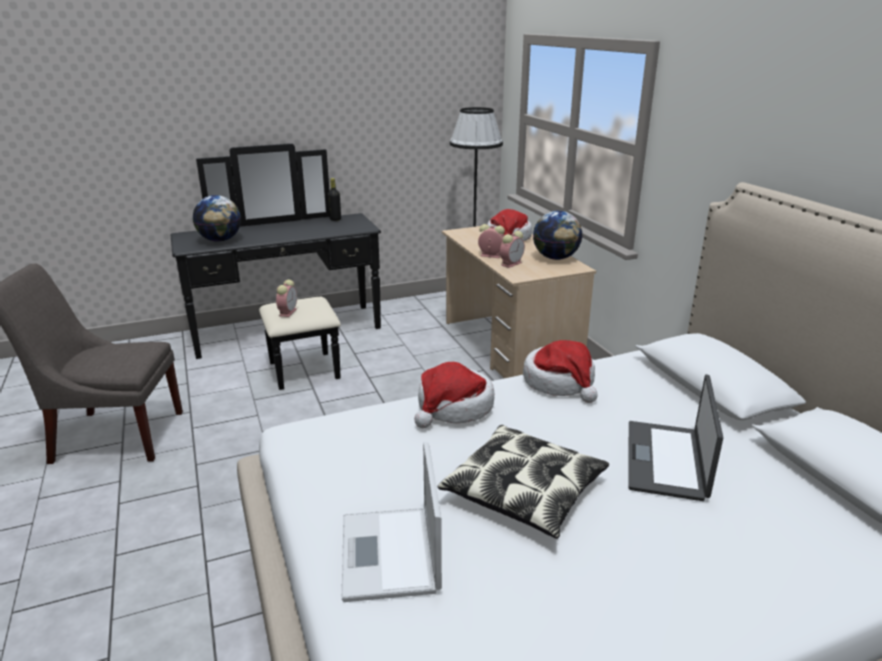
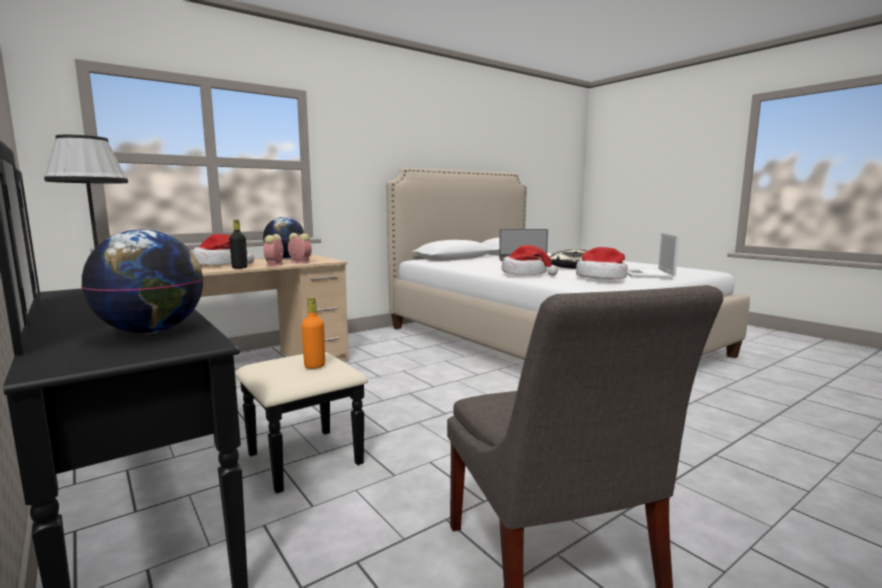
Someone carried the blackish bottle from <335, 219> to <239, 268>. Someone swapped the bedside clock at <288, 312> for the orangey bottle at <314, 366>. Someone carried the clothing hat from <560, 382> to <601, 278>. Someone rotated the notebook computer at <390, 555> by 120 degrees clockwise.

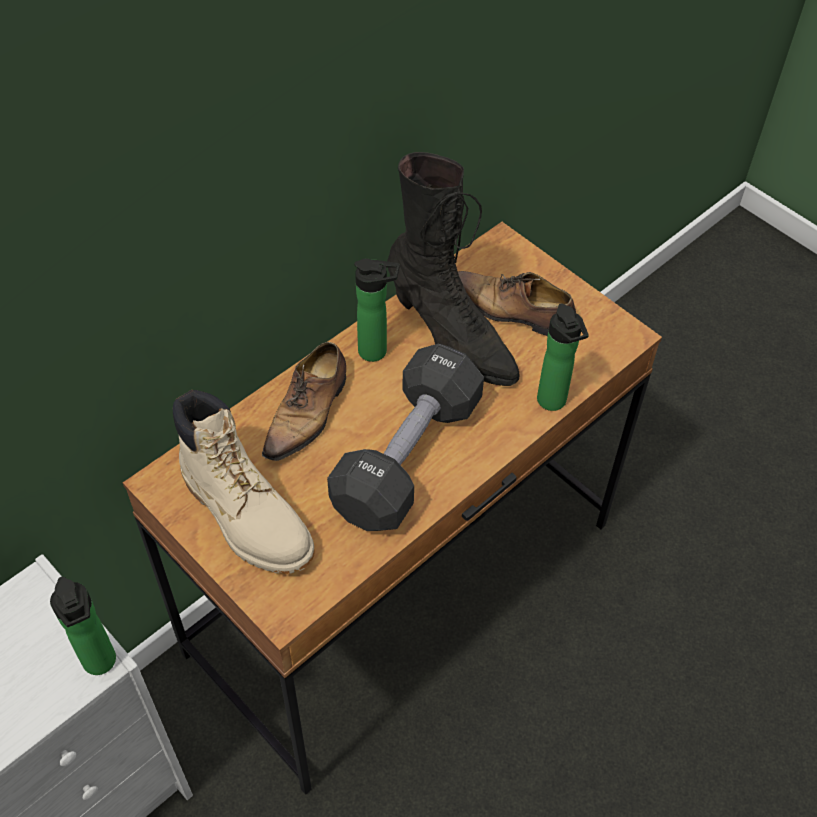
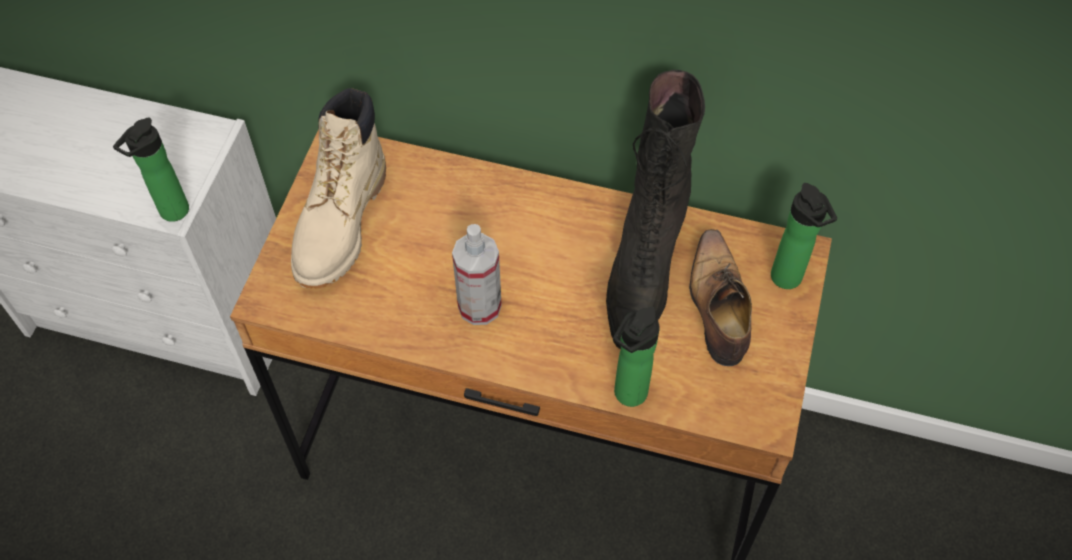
Someone carried the bottle from <377, 351> to <788, 280>. Someone took away the shoe at <308, 413>. Someone swapped the blackish free weight at <407, 457> for the hand sprayer at <479, 306>.

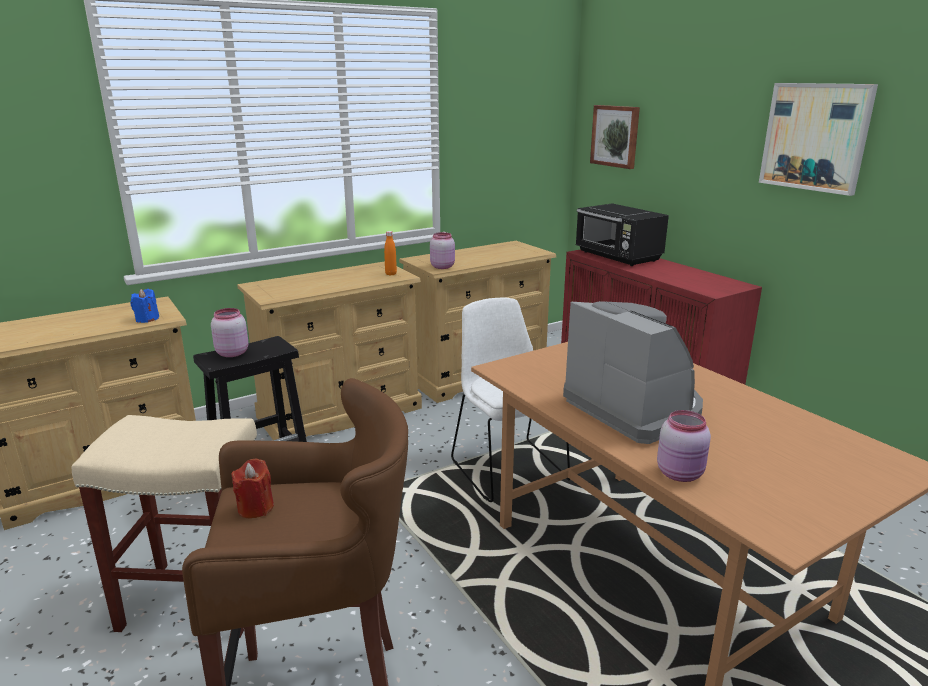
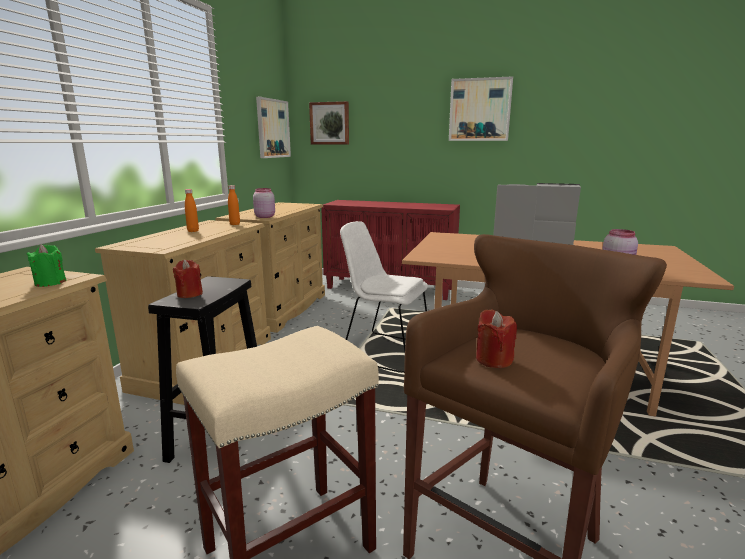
Someone took away the blackish microwave oven at <618, 257>. Someone repainted the blue wax light at <147, 319>, which became the greenish wax light at <50, 283>. Someone swapped the pink jar at <232, 353> for the red-coloured wax light at <189, 294>. Someone put up the picture at <272, 128>. Someone put down the orangey bottle at <193, 231>.

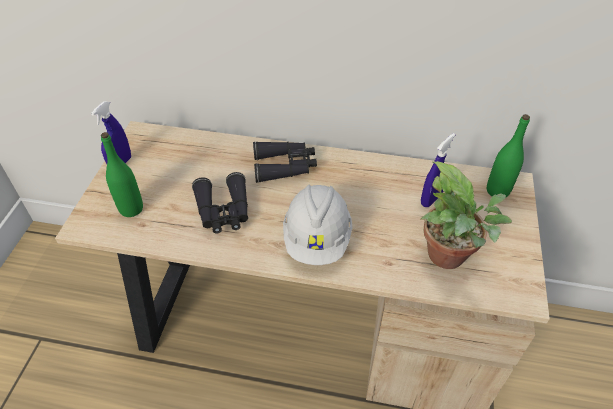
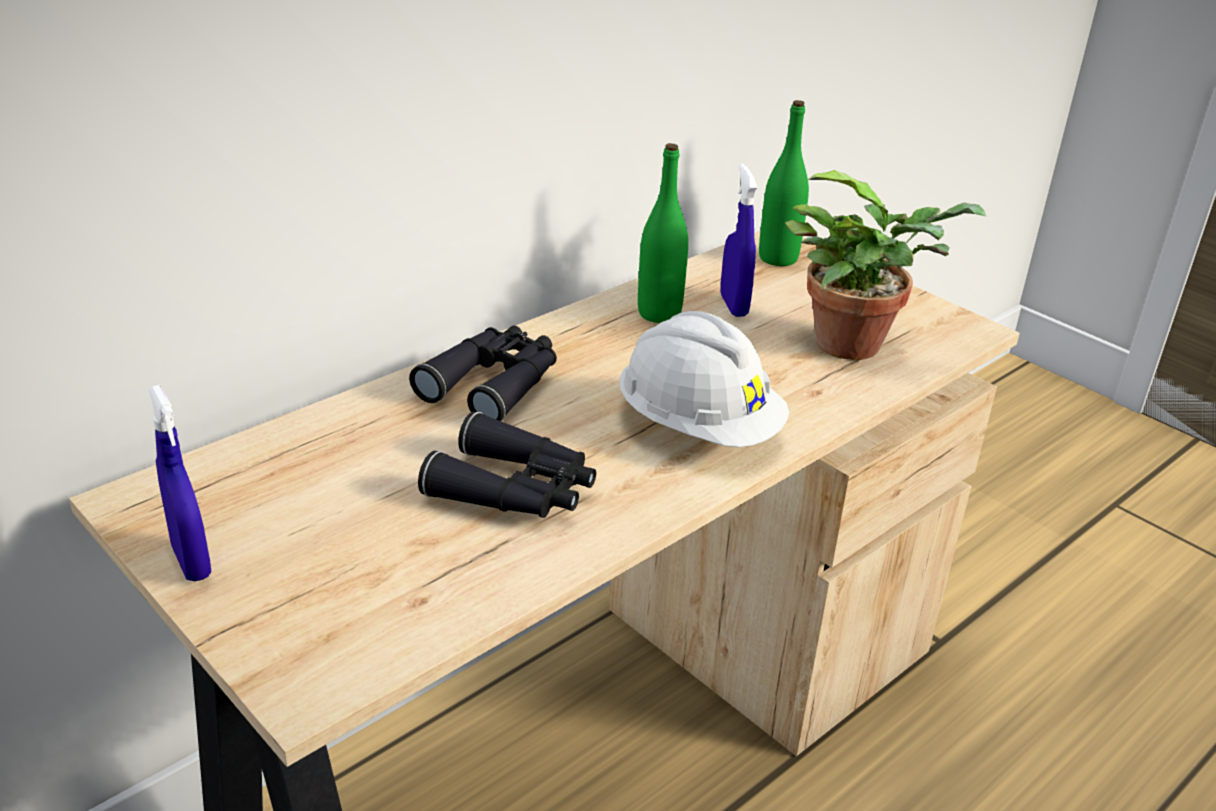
Someone carried the greenish bottle from <131, 209> to <659, 313>.

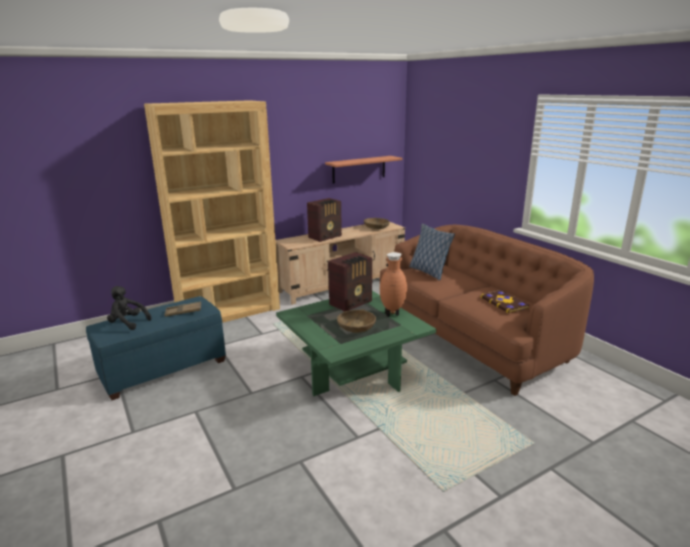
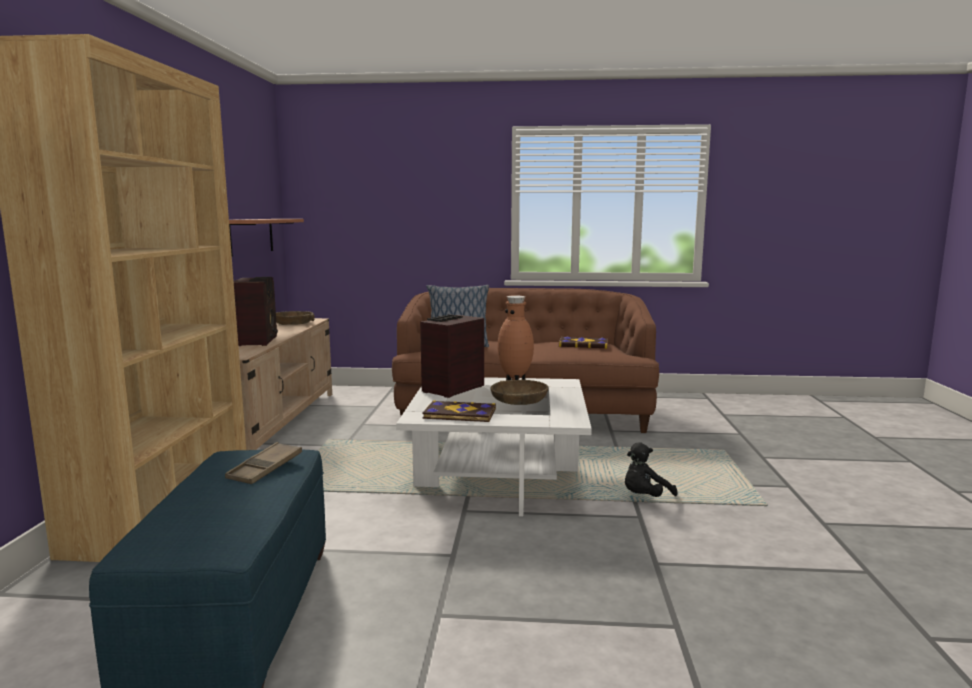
Someone rotated the radio set at <352, 303> by 135 degrees counterclockwise. Someone carried the blackish plush toy from <127, 323> to <645, 497>. Someone repainted the greenish lounge table at <353, 370>, which became the white-coloured lounge table at <498, 478>. Someone put down the volume at <459, 414>.

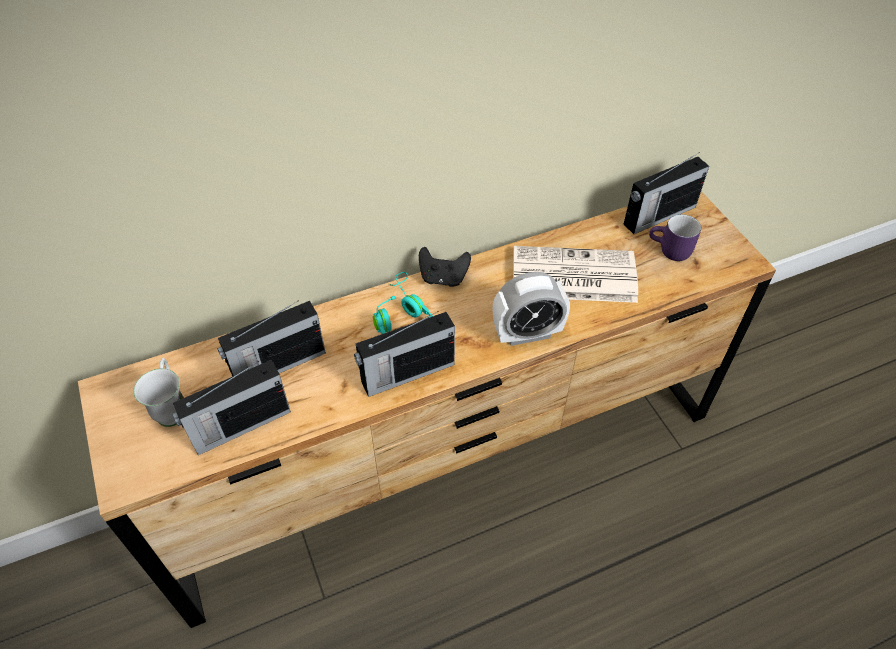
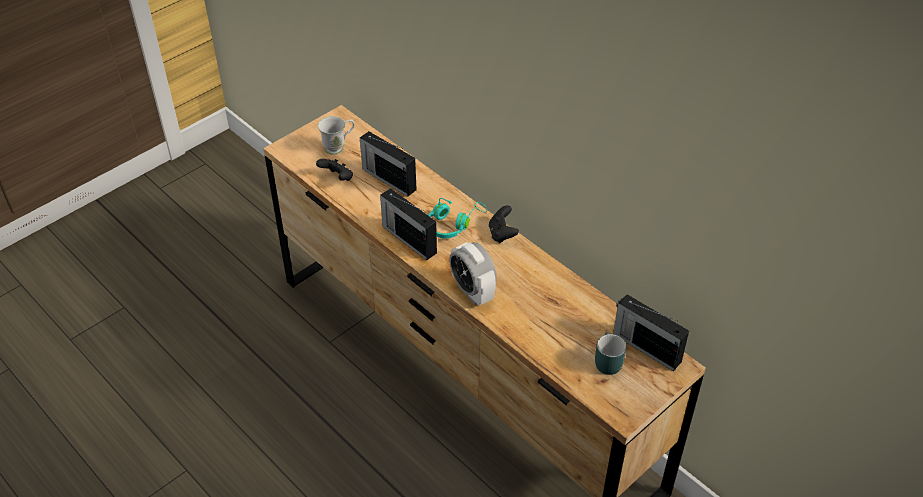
Someone repainted the purplish tea mug at <670, 251>, which became the turquoise tea mug at <605, 361>. Someone took away the newspaper at <571, 276>. Someone swapped the radio set at <239, 426> for the blackish joypad at <337, 178>.

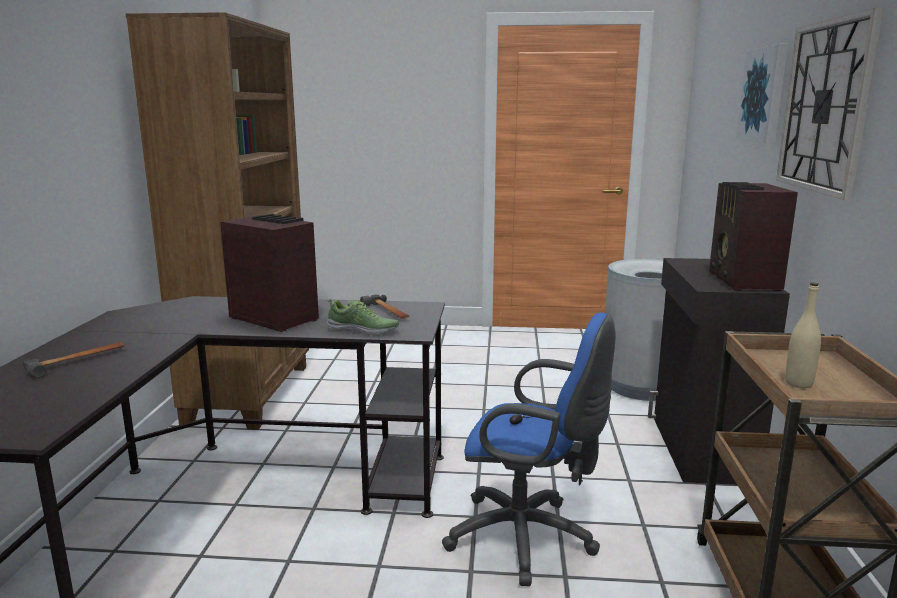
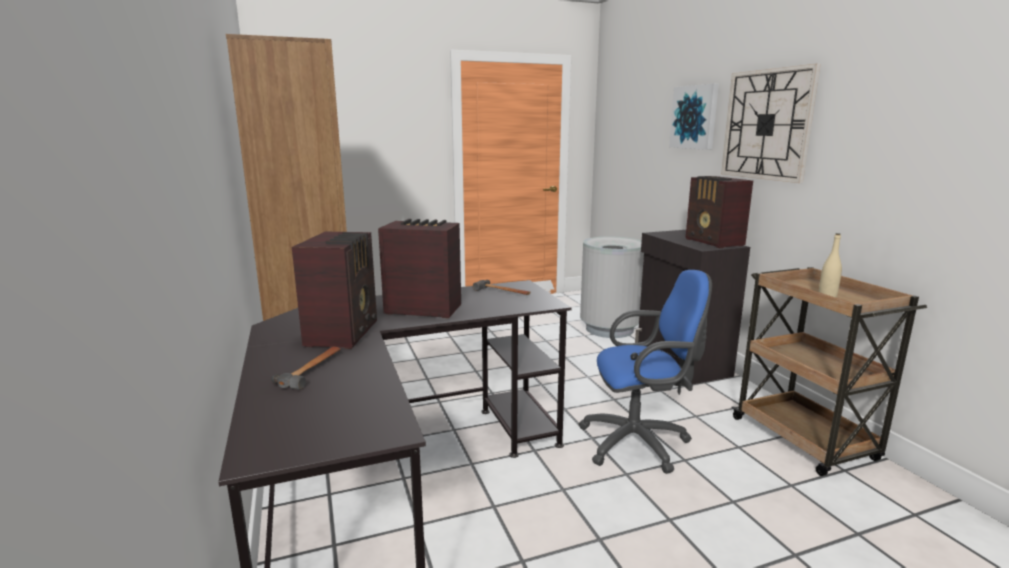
Someone took away the shoe at <363, 330>. Someone put down the radio set at <344, 333>.

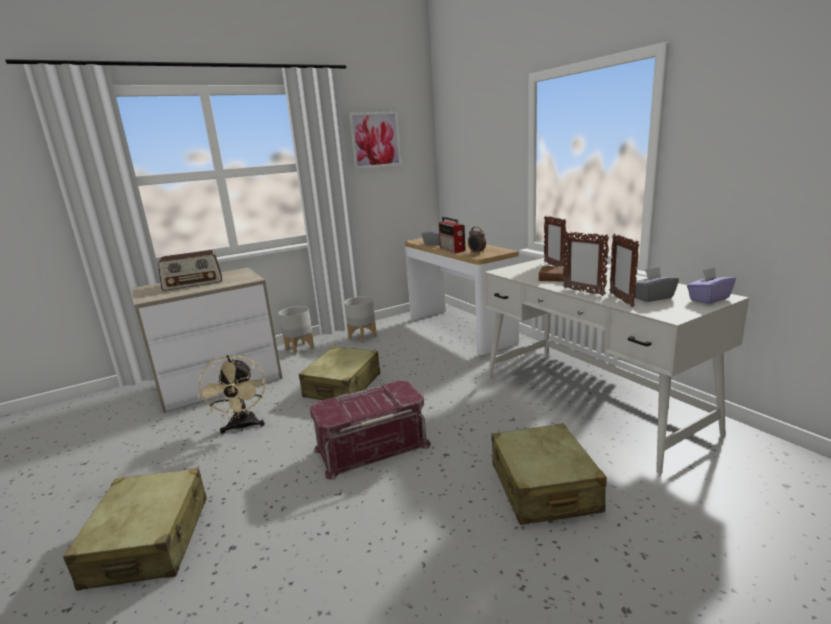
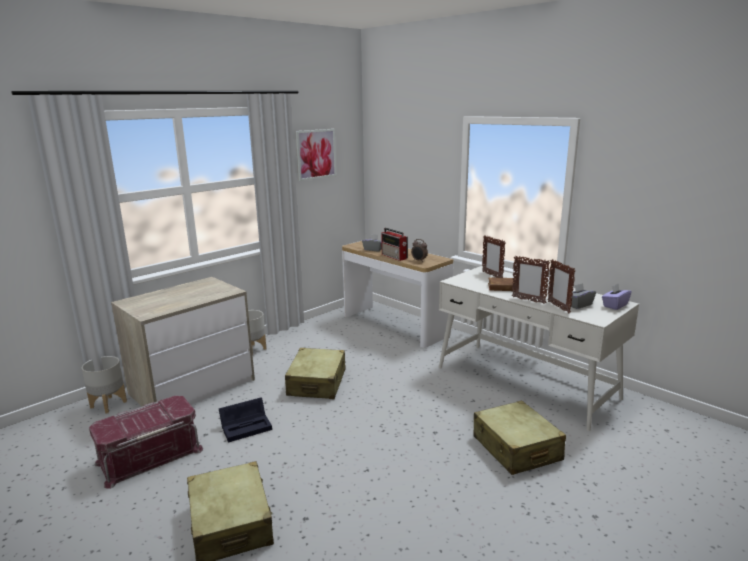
Someone took away the radio set at <193, 283>. Someone carried the grey planter from <363, 337> to <109, 404>. Someone swapped the beige electric fan at <243, 427> for the blackish storage box at <247, 426>. Someone carried the red-coloured storage box from <371, 446> to <149, 455>.

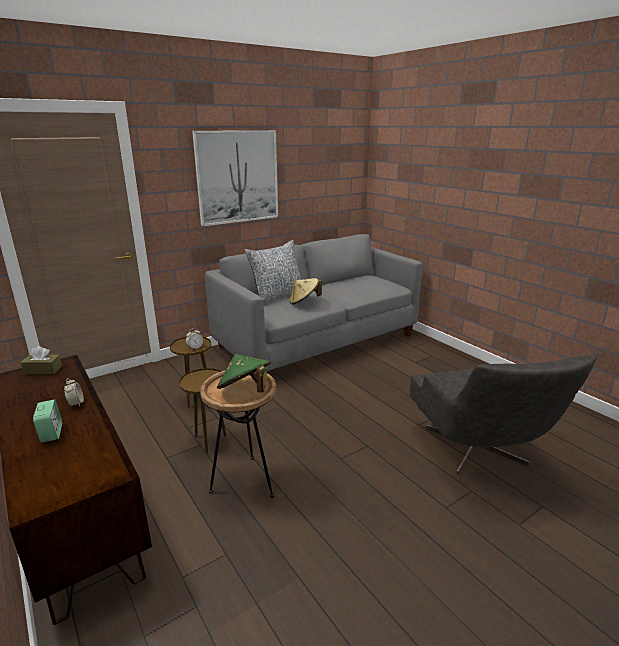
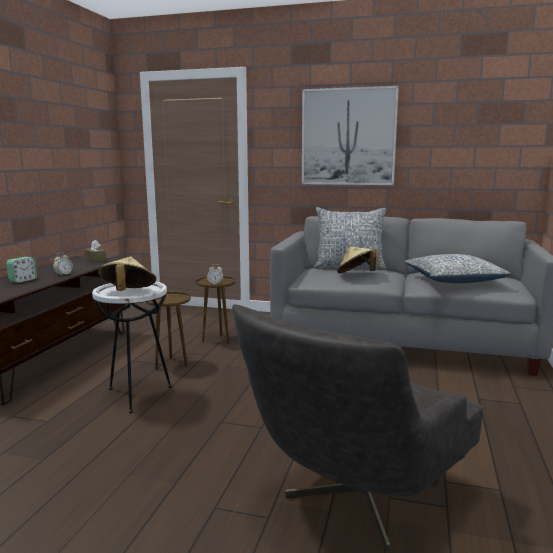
Someone repainted the greenish clothing hat at <245, 391>, which became the beige clothing hat at <128, 293>. Someone repainted the brown accent table at <245, 481>, which became the white-coloured accent table at <137, 395>. Someone put down the cushion at <454, 280>.

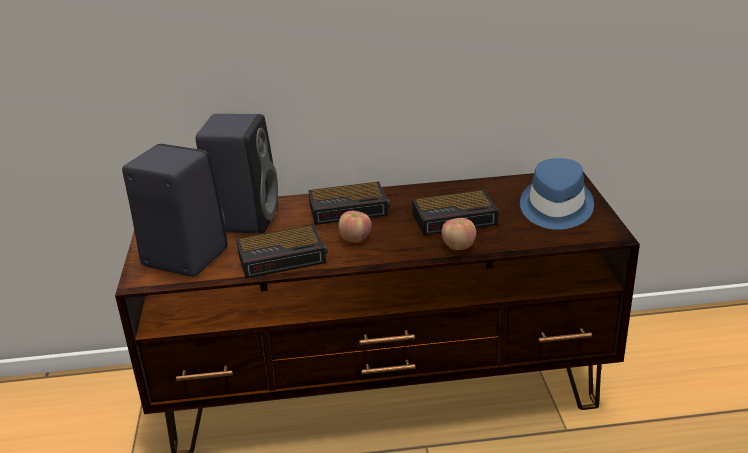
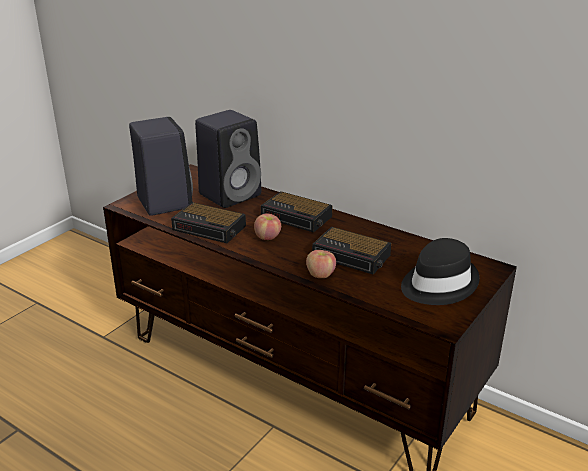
Someone repainted the blue clothing hat at <555, 208>, which became the blackish clothing hat at <437, 284>.

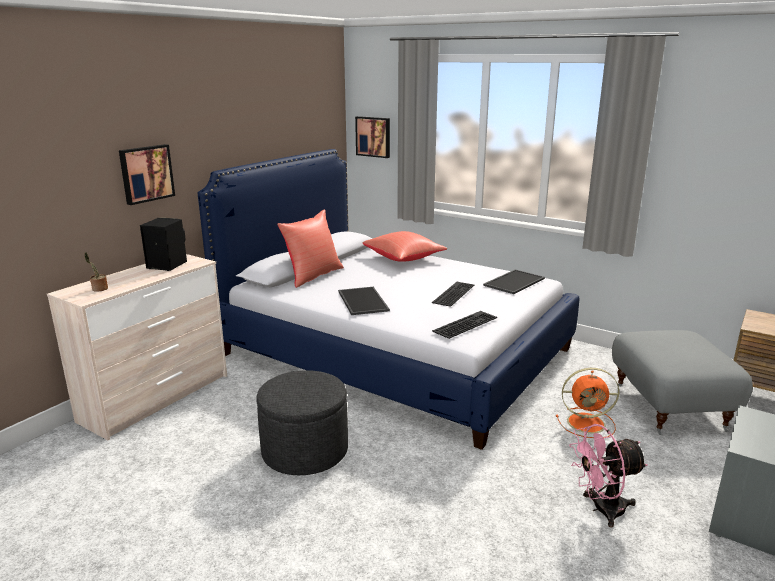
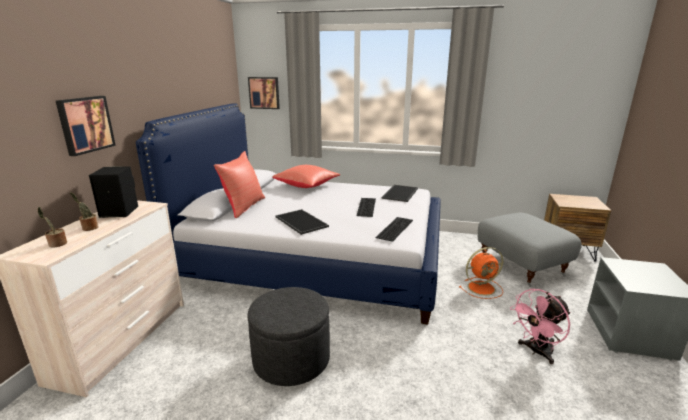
Someone put down the plant in a pot at <89, 228>.

